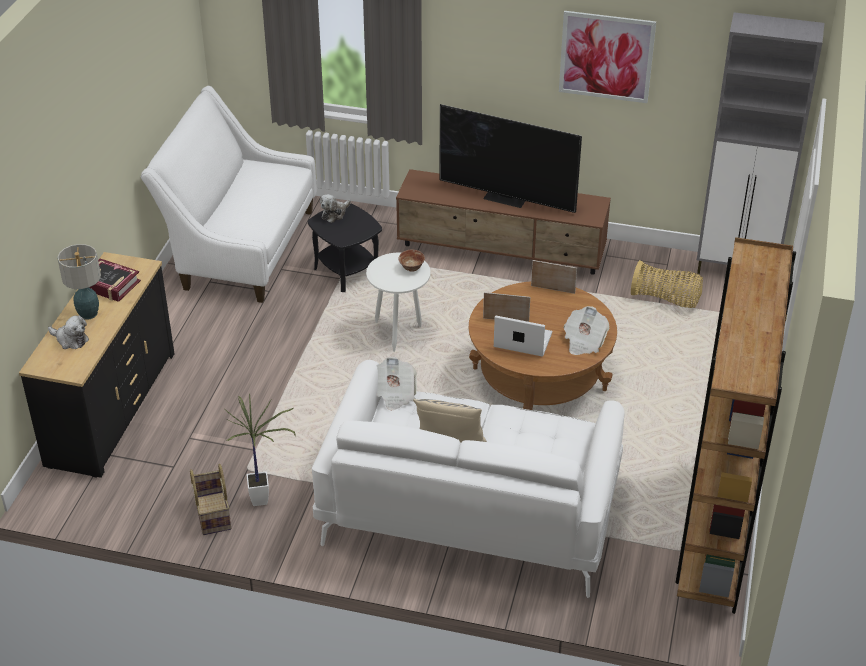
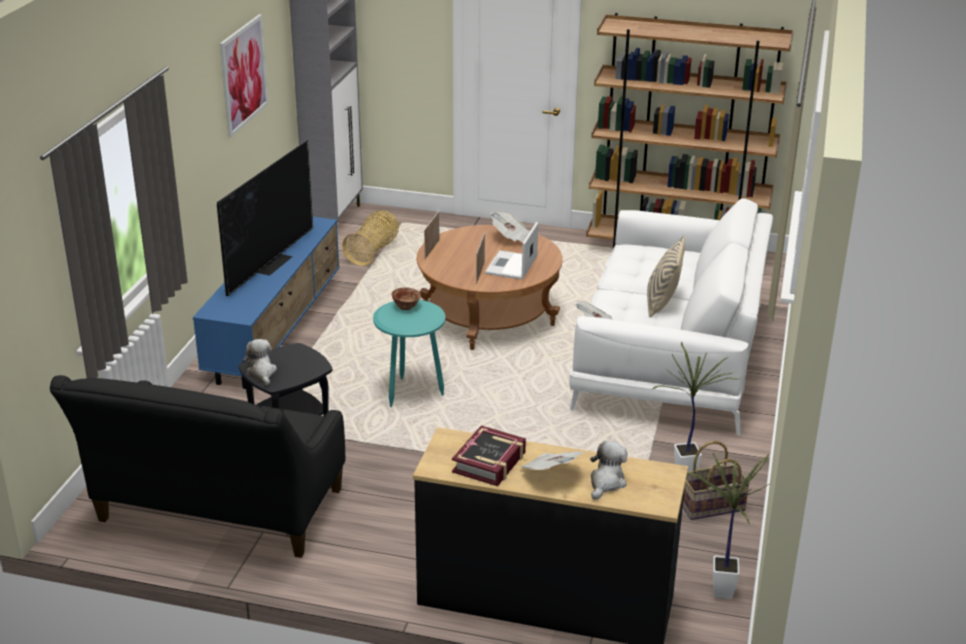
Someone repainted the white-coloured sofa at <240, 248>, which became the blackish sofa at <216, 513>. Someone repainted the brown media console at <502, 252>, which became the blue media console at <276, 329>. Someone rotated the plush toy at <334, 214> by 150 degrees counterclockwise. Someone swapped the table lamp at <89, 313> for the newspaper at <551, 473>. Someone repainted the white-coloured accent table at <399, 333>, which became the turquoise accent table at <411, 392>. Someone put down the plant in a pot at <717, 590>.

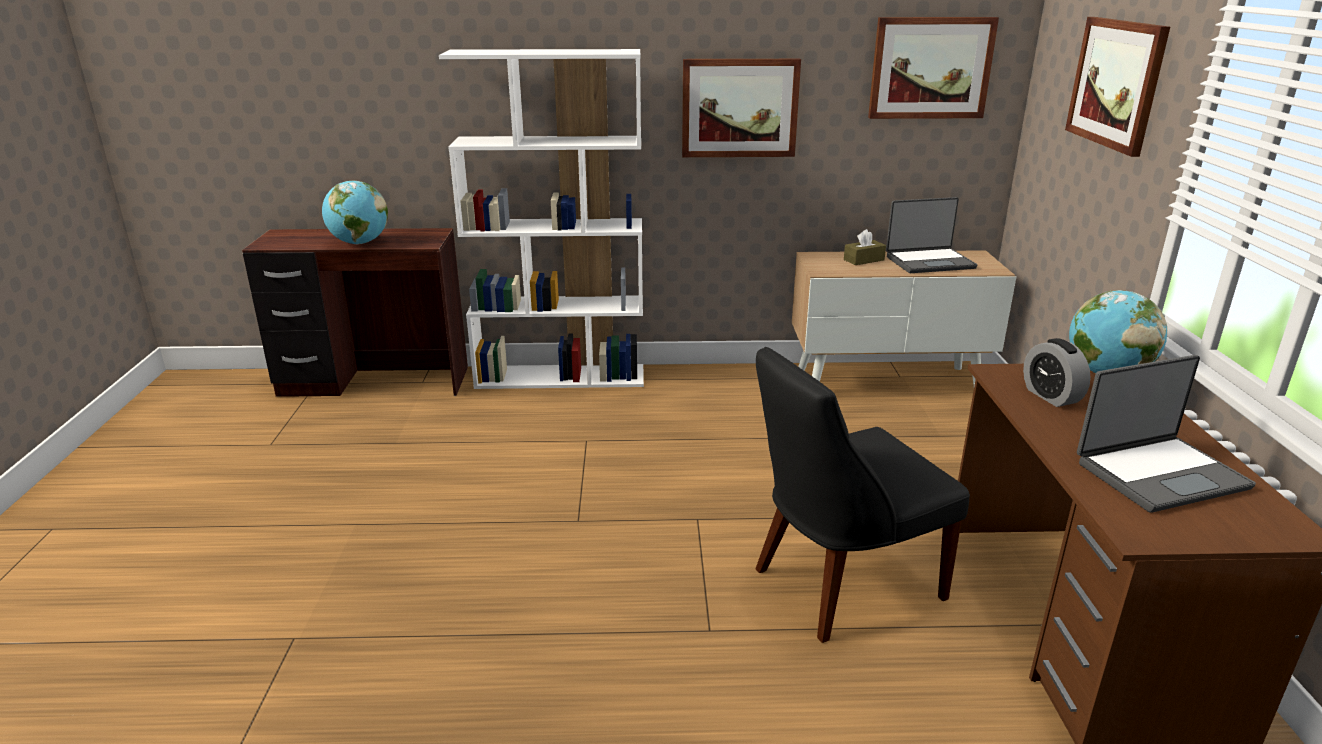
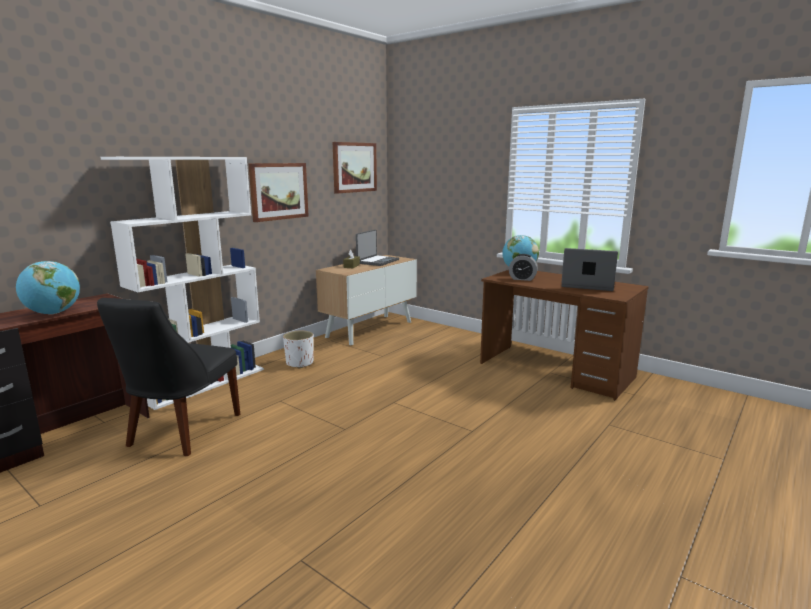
Someone took away the picture at <1116, 83>. Someone carried the blackish chair from <840, 585> to <181, 432>. Someone rotated the notebook computer at <1159, 474> by 90 degrees counterclockwise. Someone put down the white-coloured planter at <299, 363>.

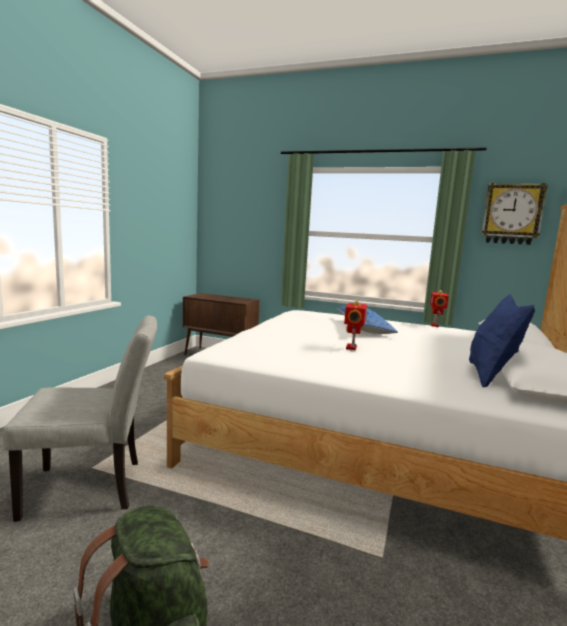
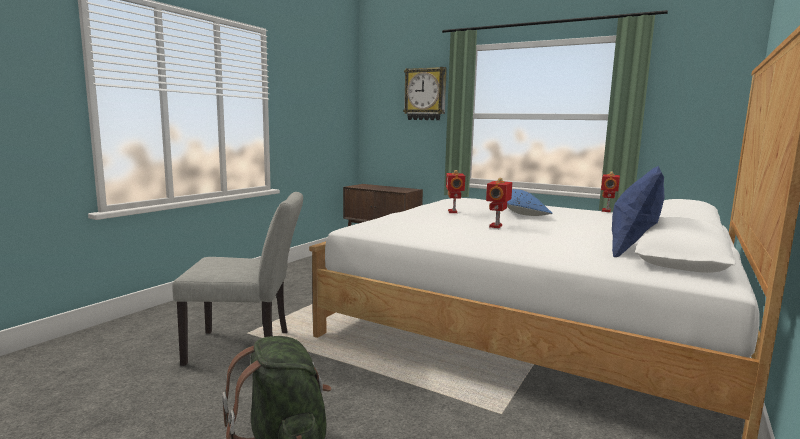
Someone carried the clock on the wall from <512, 214> to <425, 94>. Someone put down the toy robot at <453, 212>.

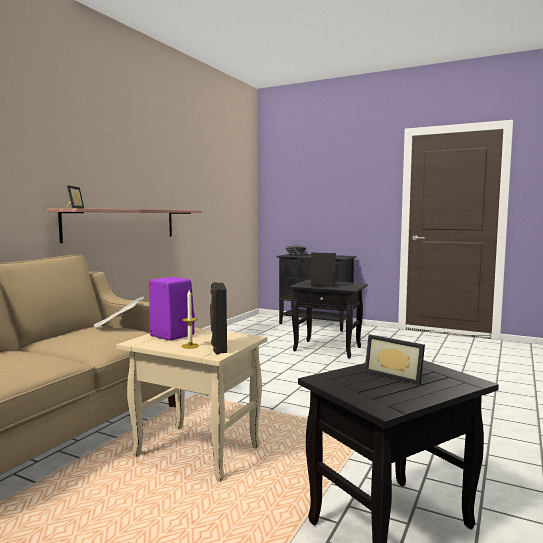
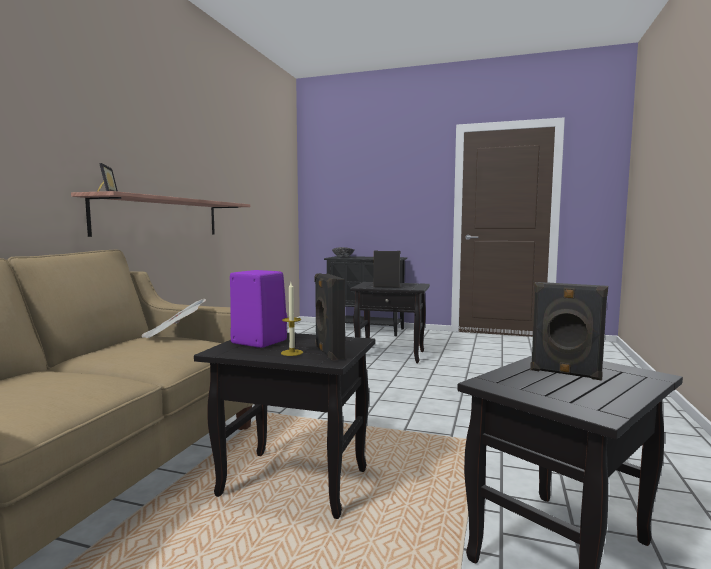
Someone repainted the beige accent table at <194, 452>, which became the blackish accent table at <291, 483>. Someone swapped the picture frame at <395, 375> for the blackish speaker at <565, 373>.

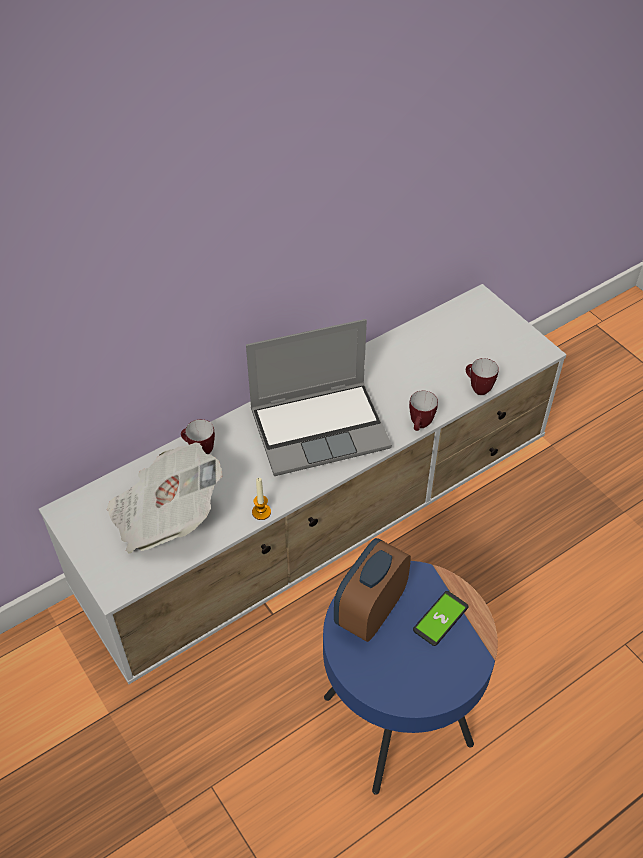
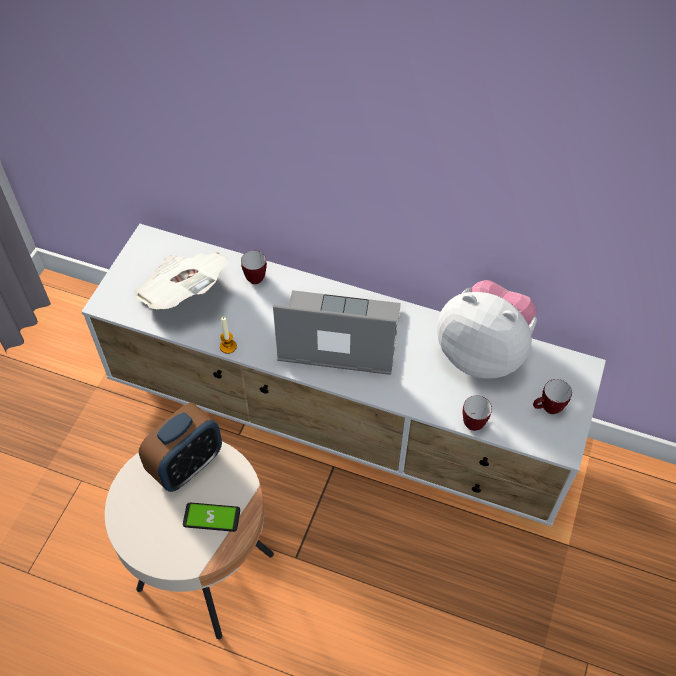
Someone rotated the notebook computer at <321, 427> by 150 degrees clockwise. Someone carried the tea mug from <420, 426> to <547, 409>. Someone rotated the bedside clock at <370, 611> by 135 degrees clockwise. Someone repainted the blue accent table at <397, 721>, which became the beige accent table at <206, 572>. Someone put down the plush toy at <482, 352>.

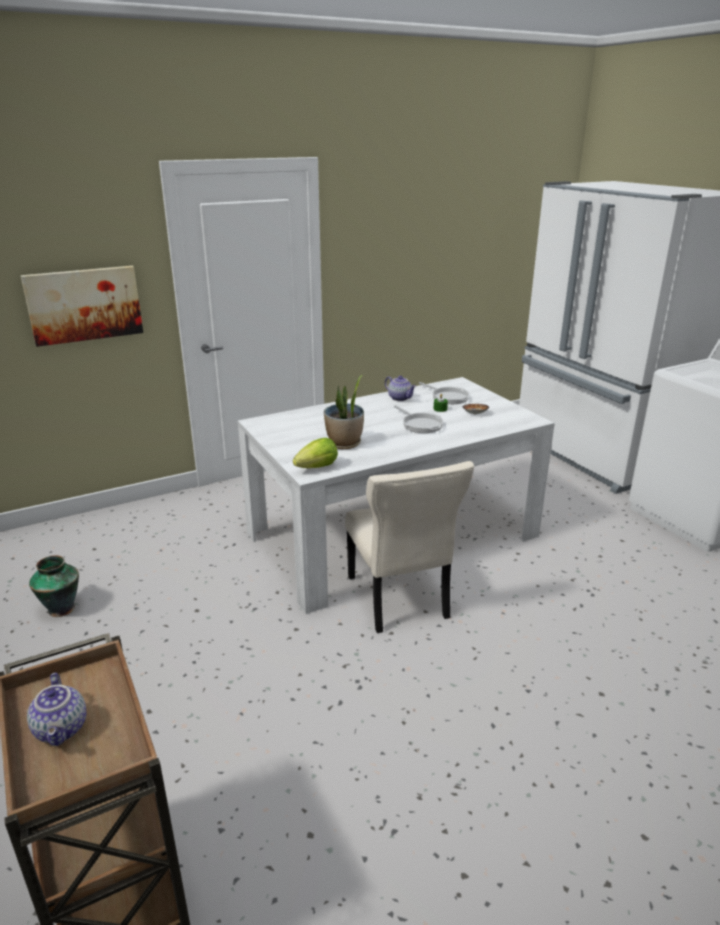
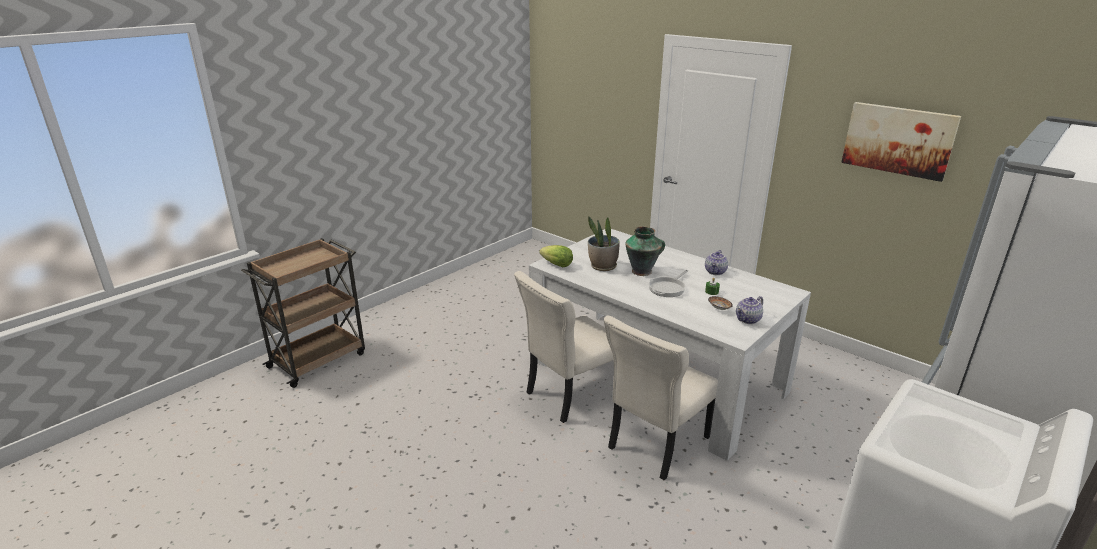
Someone carried the picture from <84, 304> to <898, 140>. Someone took away the skillet at <448, 397>. Someone carried the flower vase from <62, 608> to <642, 271>. Someone carried the tea pot from <62, 729> to <748, 320>. Someone put down the beige chair at <656, 444>.

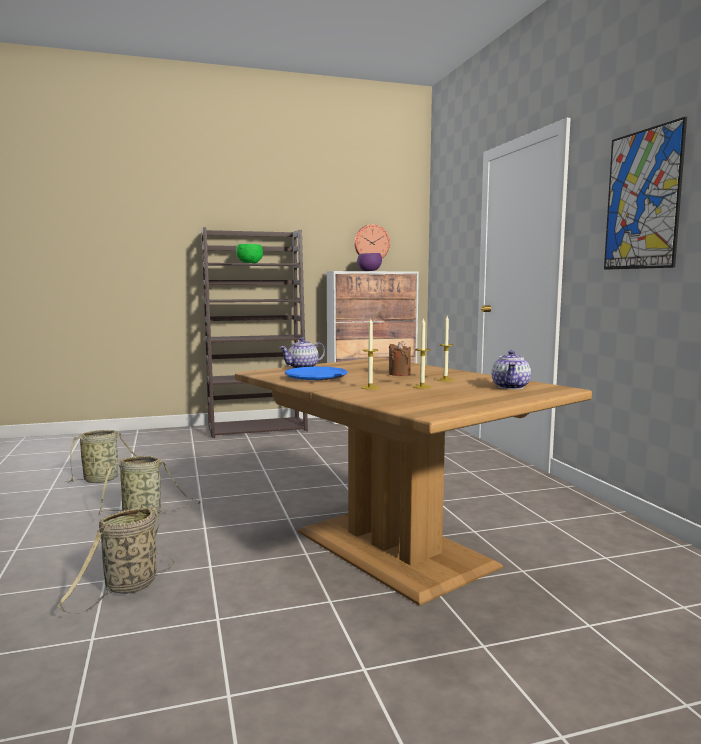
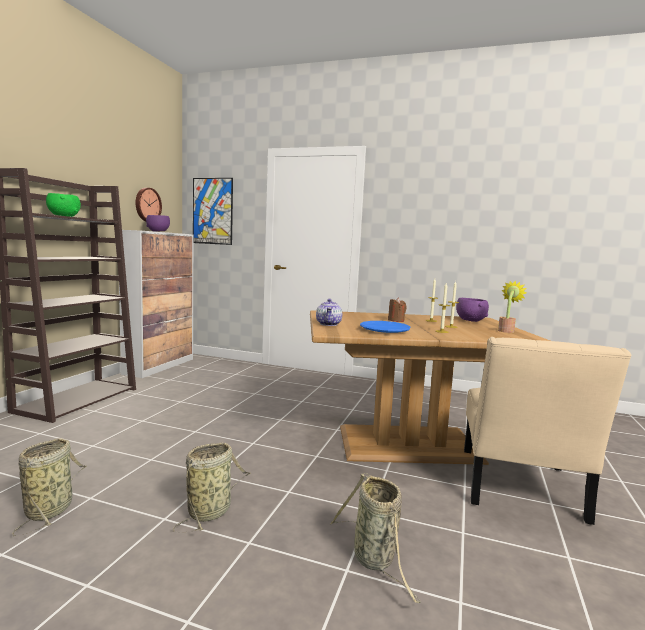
Someone carried the picture from <642, 200> to <212, 211>. Someone swapped the tea pot at <511, 387> for the purplish bowl at <470, 320>. Someone put down the plant in a pot at <507, 331>. Someone put down the beige chair at <520, 490>.

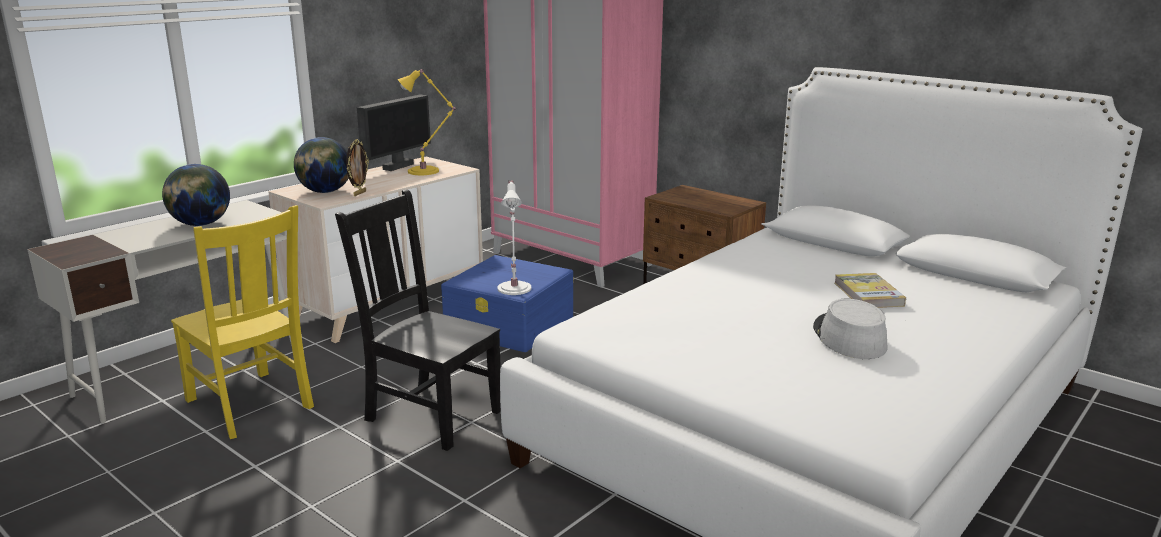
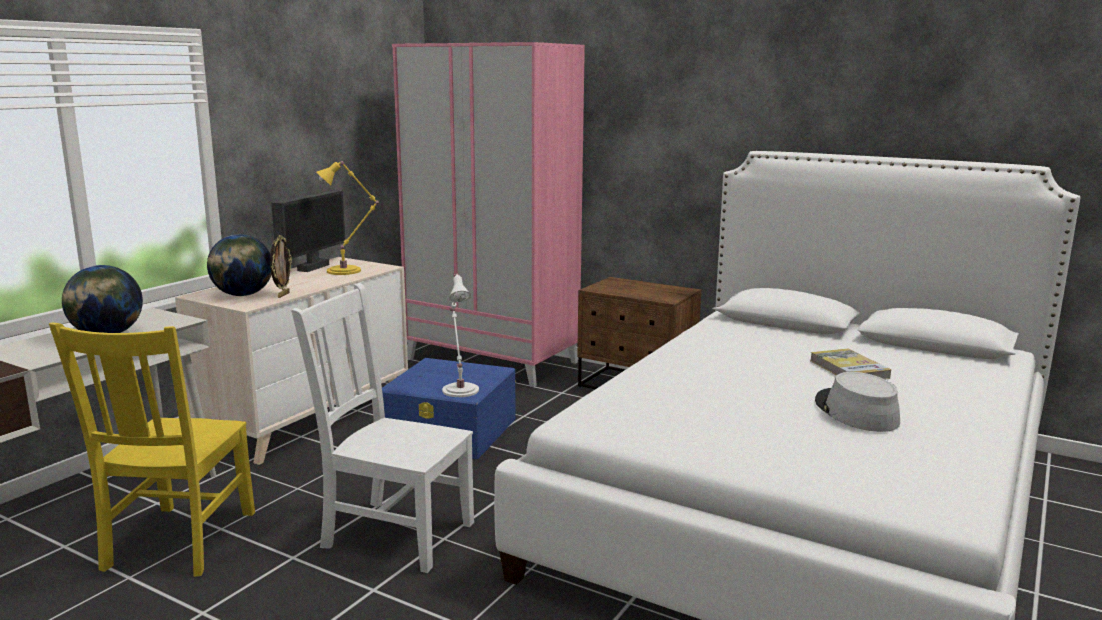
Someone repainted the blackish chair at <430, 413>, which became the white-coloured chair at <394, 533>. Someone rotated the yellow chair at <251, 405> by 60 degrees clockwise.

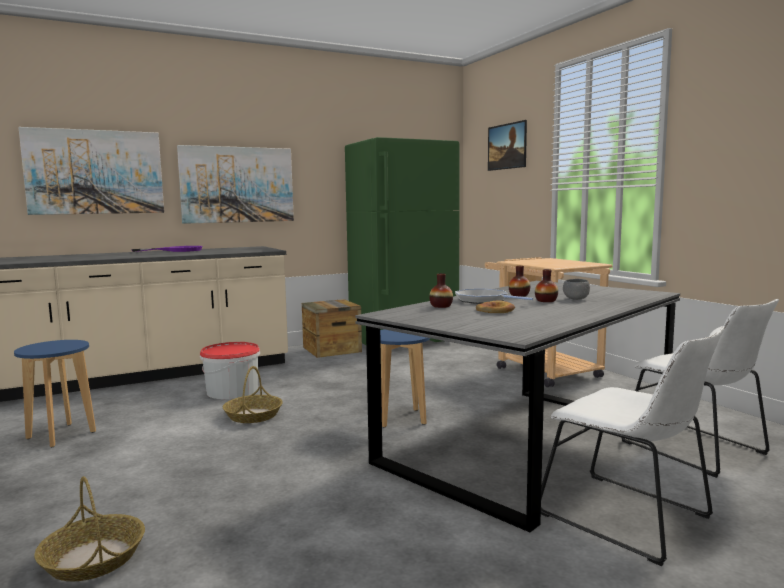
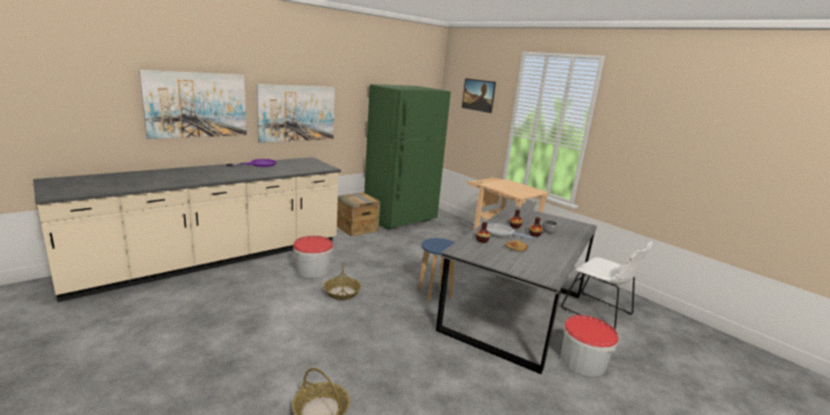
Someone swapped the white-coloured chair at <630, 518> for the water bucket at <583, 361>. Someone took away the blue stool seat at <61, 435>.

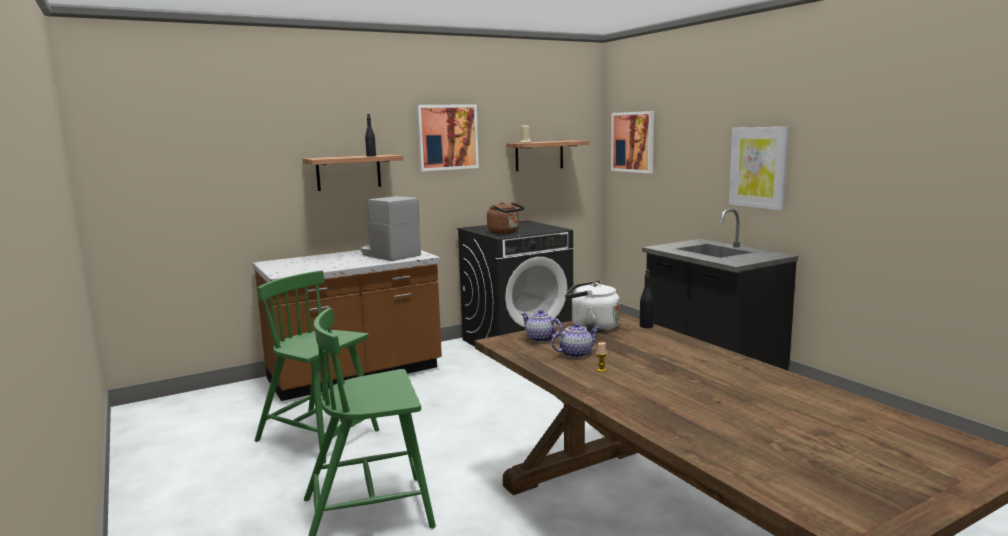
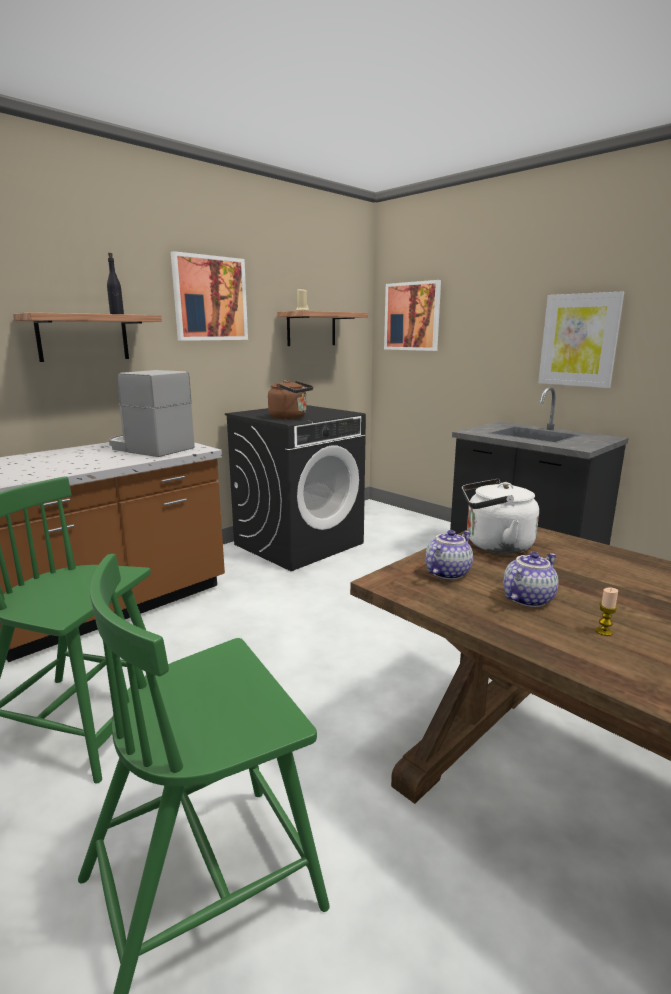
Someone took away the blackish bottle at <646, 326>. Someone rotated the tea pot at <540, 339> by 105 degrees clockwise.

